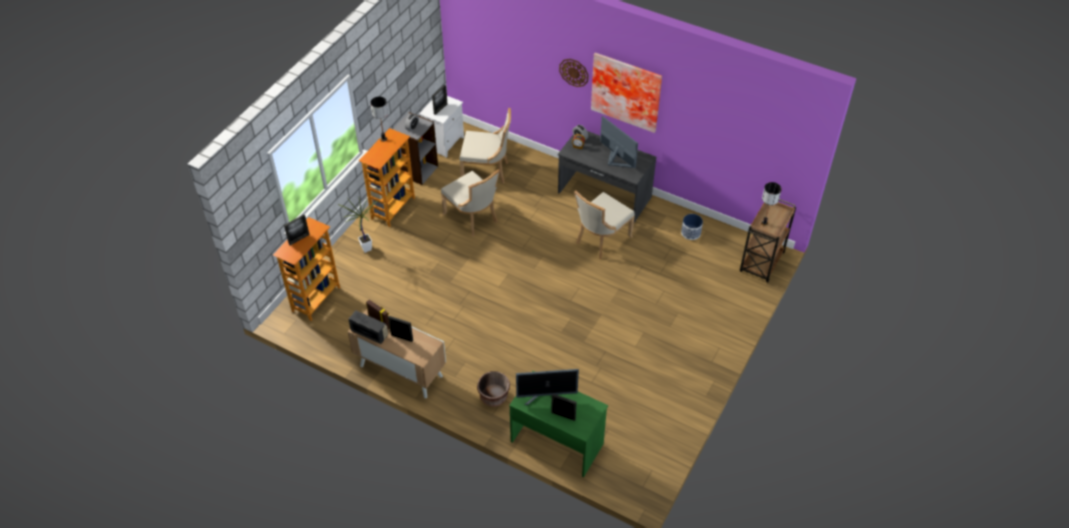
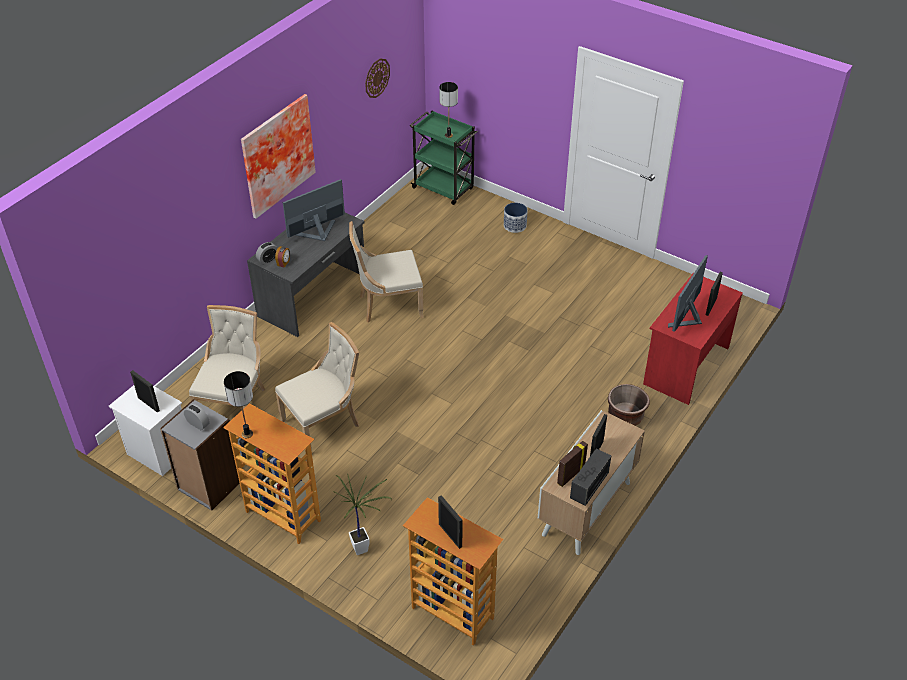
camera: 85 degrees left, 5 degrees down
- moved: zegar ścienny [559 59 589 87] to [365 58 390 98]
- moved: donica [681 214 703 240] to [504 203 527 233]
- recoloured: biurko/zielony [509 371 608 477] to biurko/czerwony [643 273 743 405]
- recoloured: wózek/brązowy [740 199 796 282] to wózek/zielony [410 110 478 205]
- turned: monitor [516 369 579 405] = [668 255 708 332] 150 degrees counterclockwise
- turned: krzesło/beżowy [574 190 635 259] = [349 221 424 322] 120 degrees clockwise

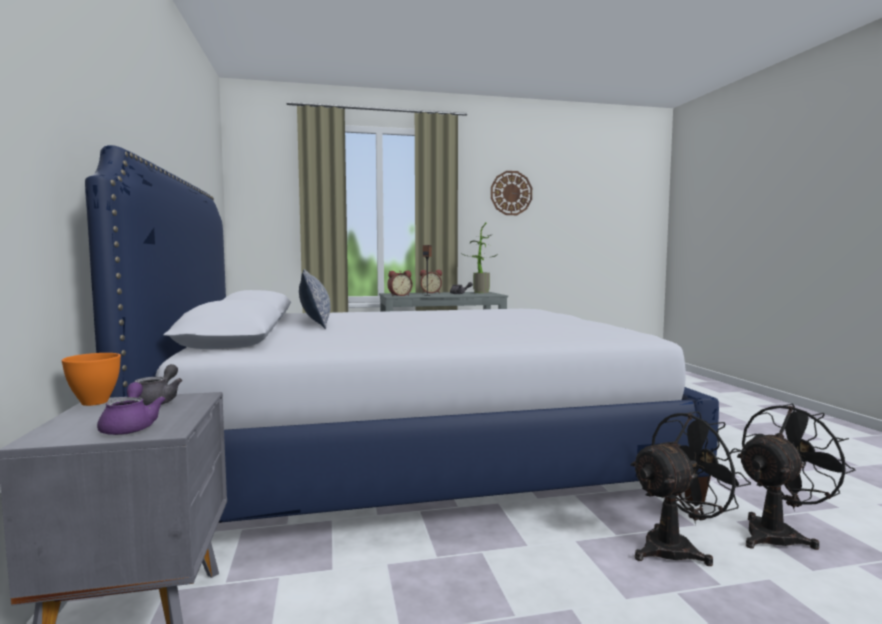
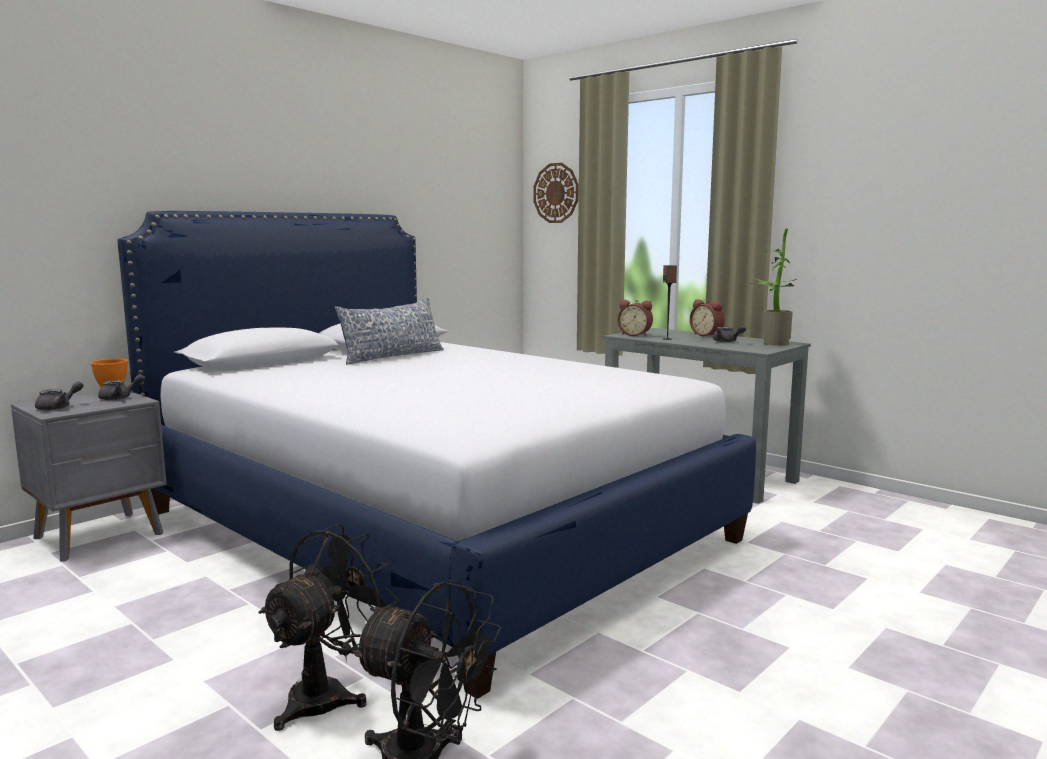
camera: 55 degrees right, 5 degrees up
- moved: zegar ścienny [491 171 532 215] to [533 163 579 223]
- recoloured: imbryk/fioletowy [97 382 165 435] to imbryk/szary [35 381 83 411]
- turned: wentylator/czarny [630 411 751 566] = [258 523 399 731] 90 degrees counterclockwise

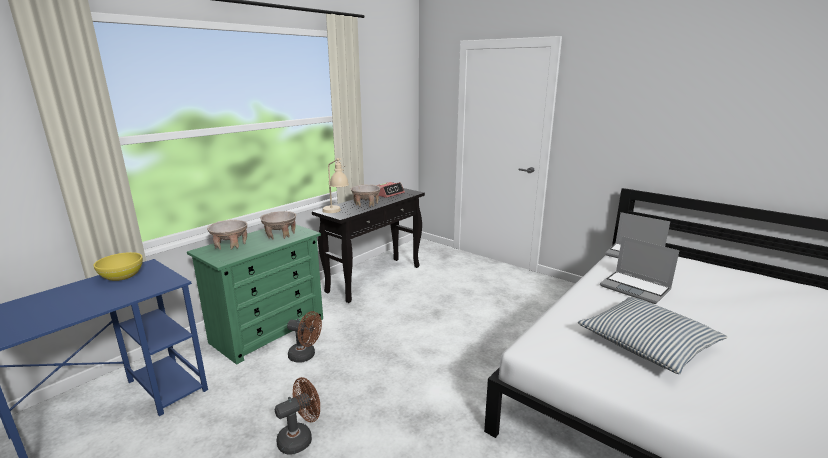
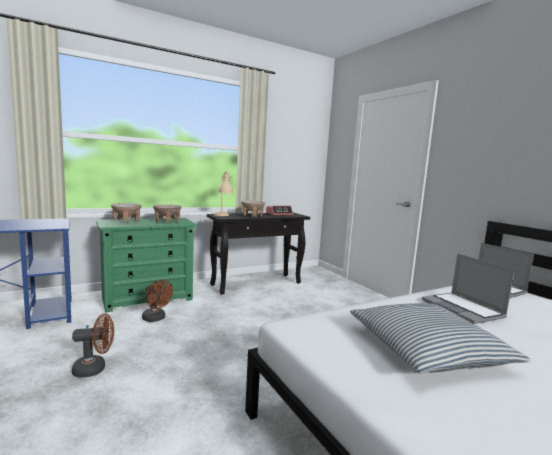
camera: 20 degrees right, 10 degrees down
- removed: miska/żółty [93 252 143 281]

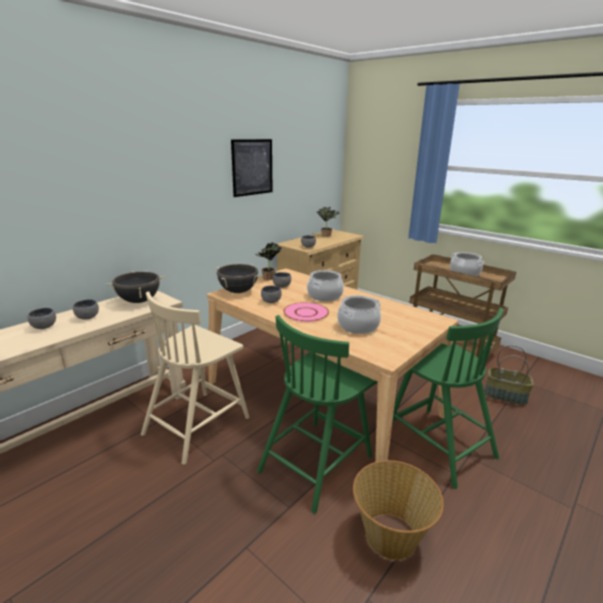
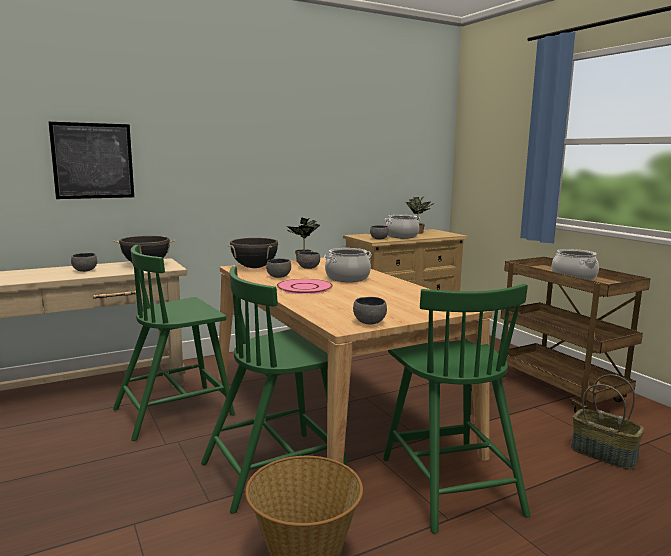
camera: 20 degrees right, 10 degrees down
- moved: miska/szary [28 308 56 329] to [353 297 387 324]
- moved: obraz [231 139 273 197] to [49 122 134 199]
- moved: garnek [337 295 381 334] to [384 215 421 238]
- recoloured: krzesło/beżowy [141 292 249 465] to krzesło/zielony [113 245 235 441]

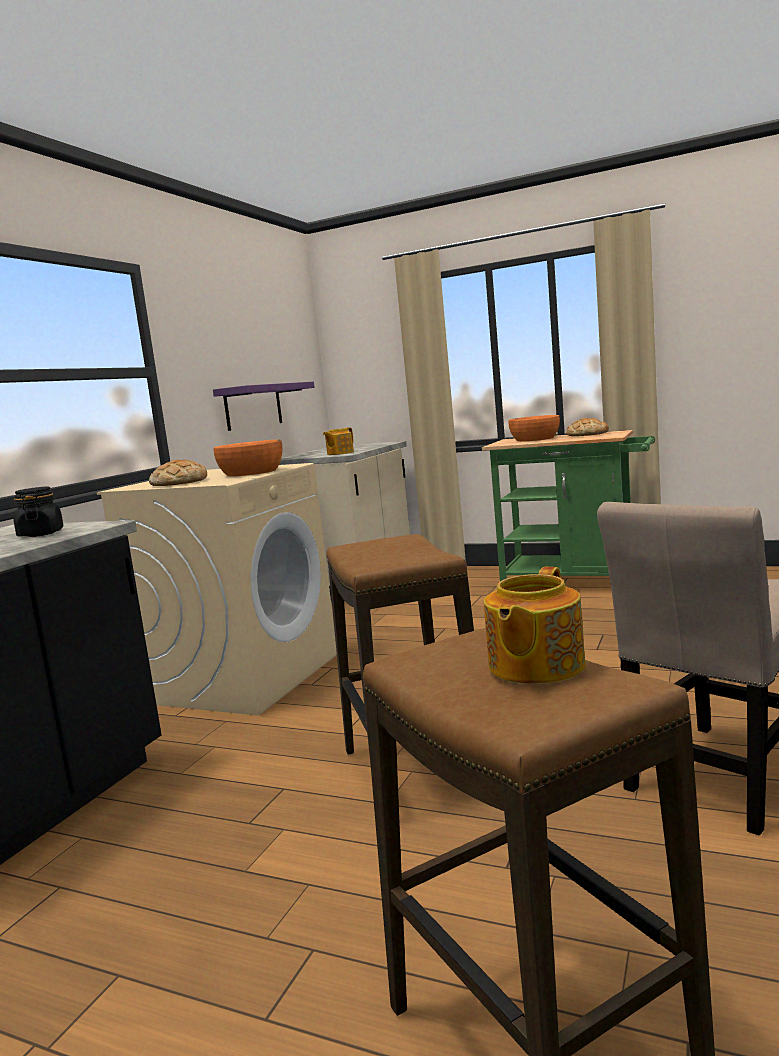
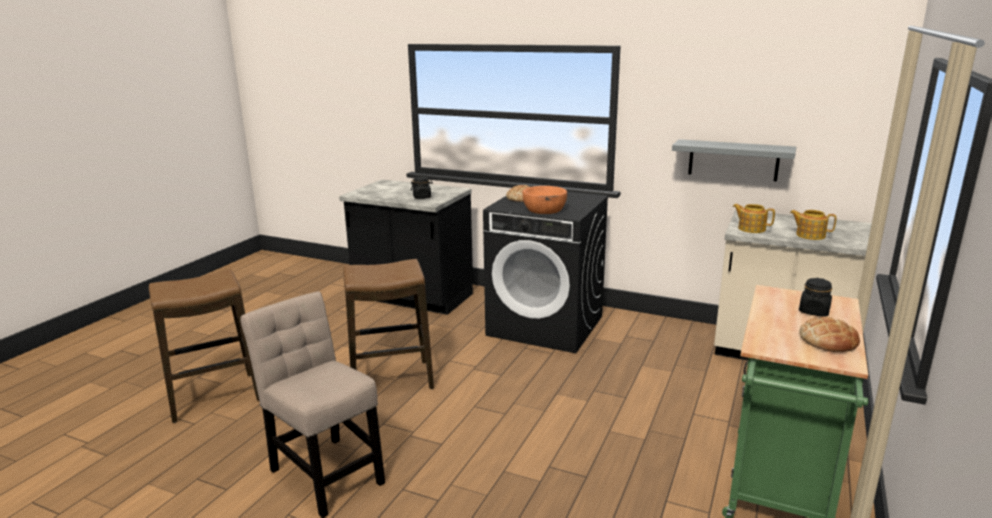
camera: 90 degrees right, 10 degrees up
- moved: imbryk [484 567 586 684] to [790 210 837 240]
- replaced: miska/pomarańczowy [508 415 560 441] to słoik/czarny [799 278 832 317]
- recoloured: pralka/beżowy [97 463 337 716] to pralka/czarny [483 191 609 353]
- recoloured: półka/fioletowy [213 382 315 431] to półka/szary [672 139 796 181]

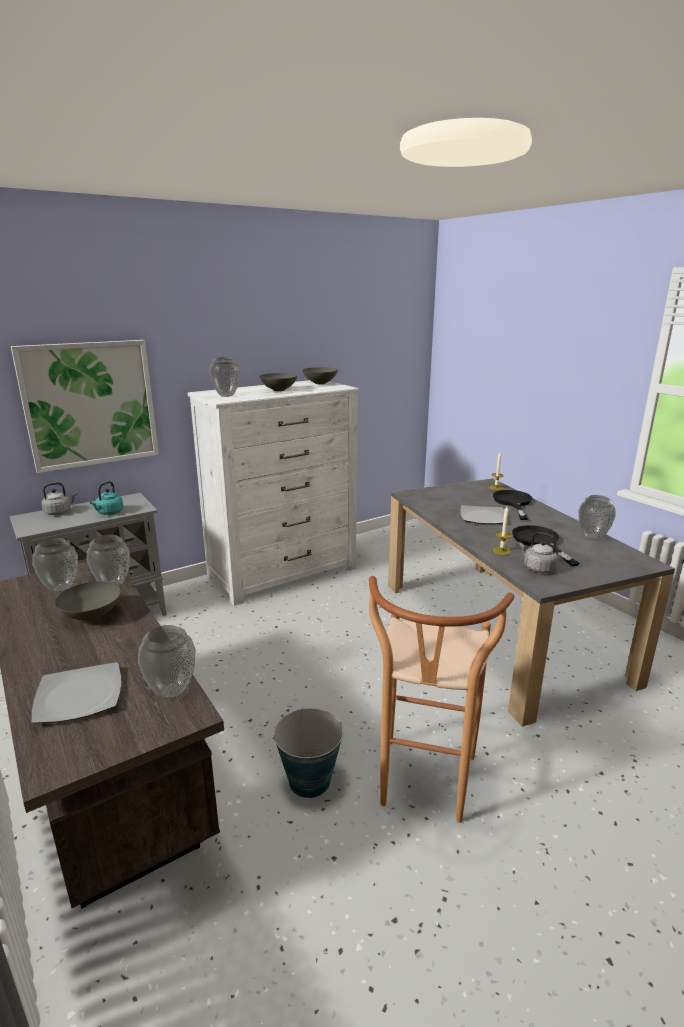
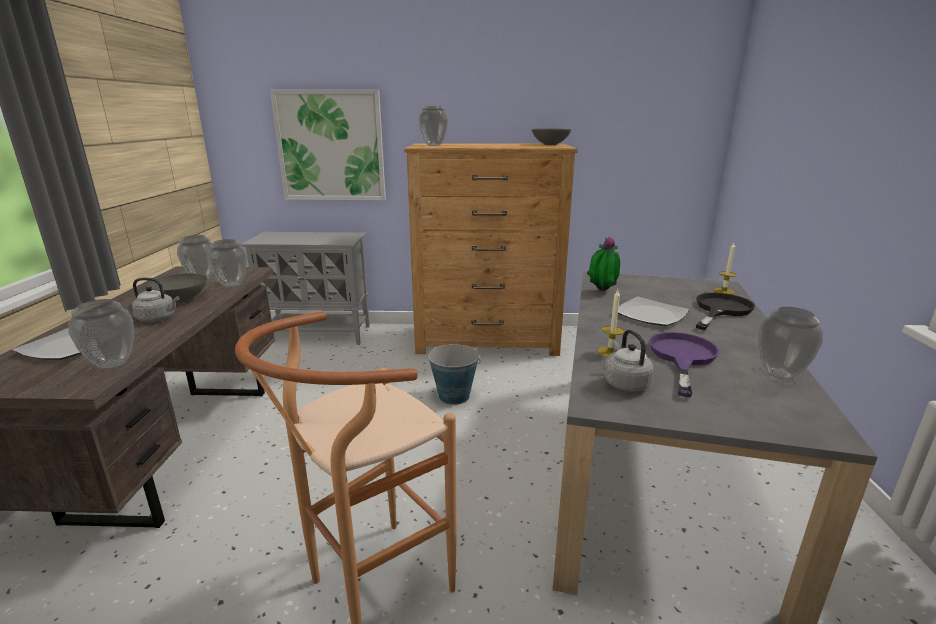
camera: 35 degrees right, 0 degrees up
- removed: czajnik/turkusowy [90 481 123 515]
- removed: miska/szary [259 373 298 391]
- added: roślina doniczkowa [587 237 620 291]
- moved: czajnik/szary [42 482 77 515] to [132 278 179 322]
- moved: wiadro [272 708 343 798] to [428 344 481 405]
- recoloured: komoda/biały [188 380 359 606] to komoda/brązowy [404 143 578 356]
- recoloured: patelnia/czarny [512 525 579 566] to patelnia/fioletowy [649 332 719 397]

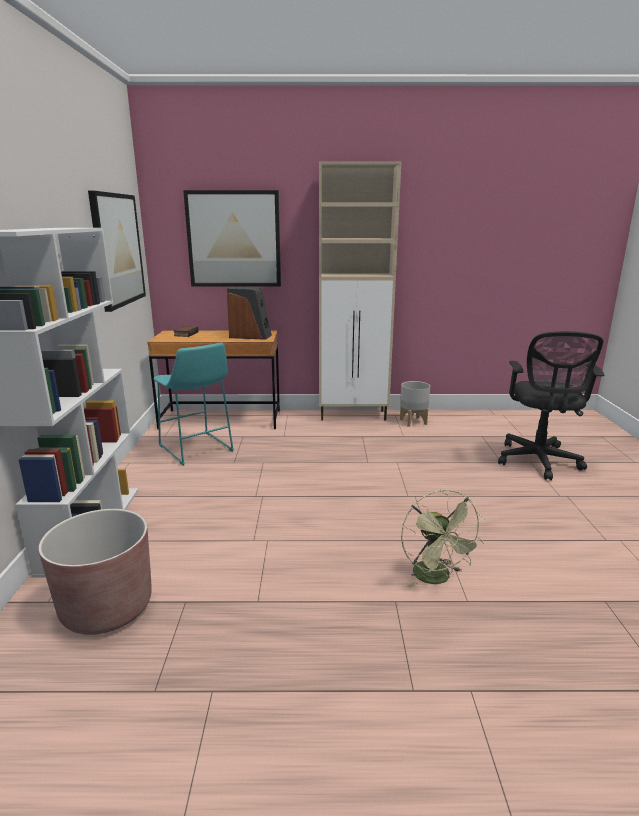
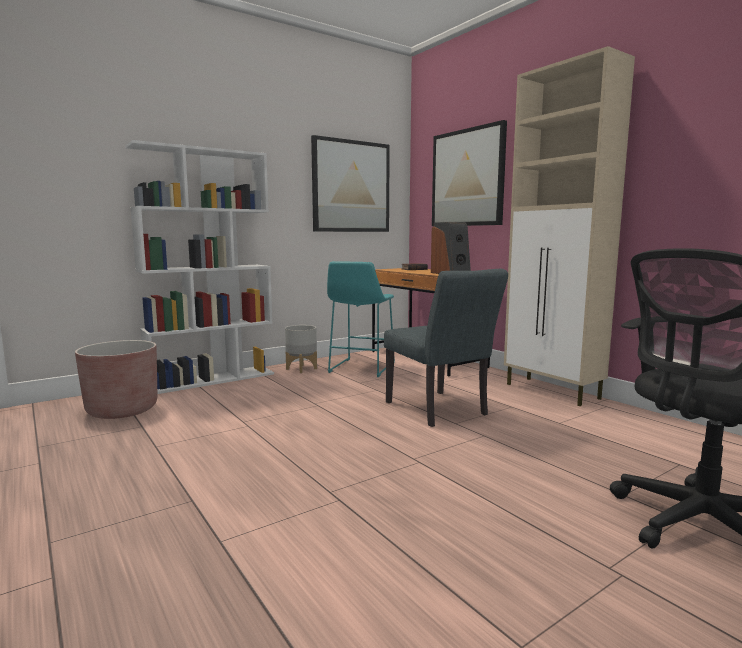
camera: 55 degrees right, 10 degrees down
- removed: wentylator/zielony [401 489 485 588]
- added: krzesło/szary [384 269 508 427]
- moved: donica/szary [400 381 430 427] to [285 325 317 373]

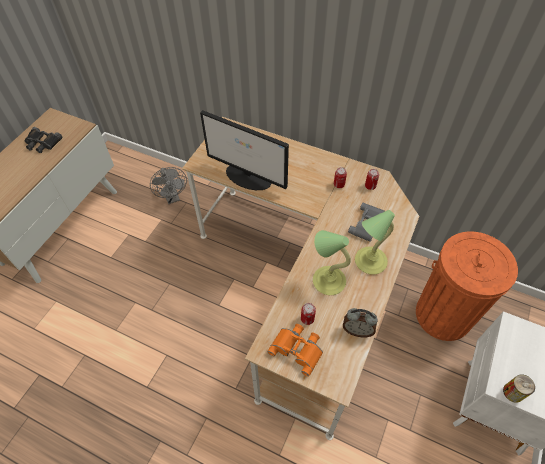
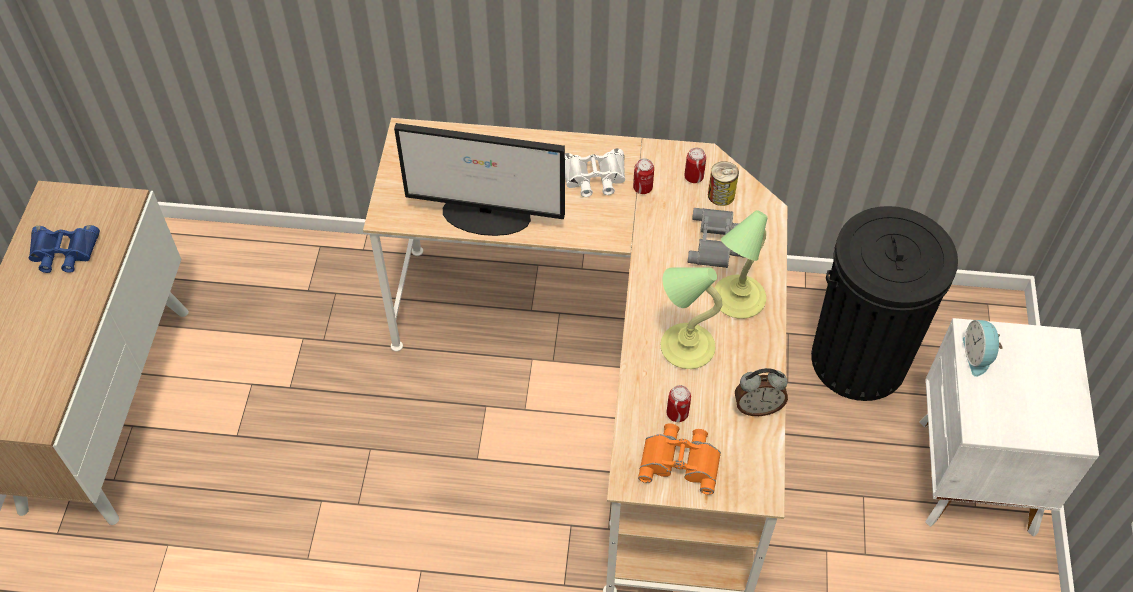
camera: 20 degrees left, 0 degrees up
- removed: wentylator/szary [150 167 187 204]
- added: lornetka/biały [565 149 625 197]
- added: budzik [963 320 1003 377]
- moved: puszka [503 374 535 403] to [708 161 739 206]
- recoloured: lornetka/czarny [24 127 63 153] to lornetka/niebieski [29 225 100 273]
- recoloured: kosz na śmieci/pomarańczowy [416 231 518 341] to kosz na śmieci/czarny [811 206 958 401]

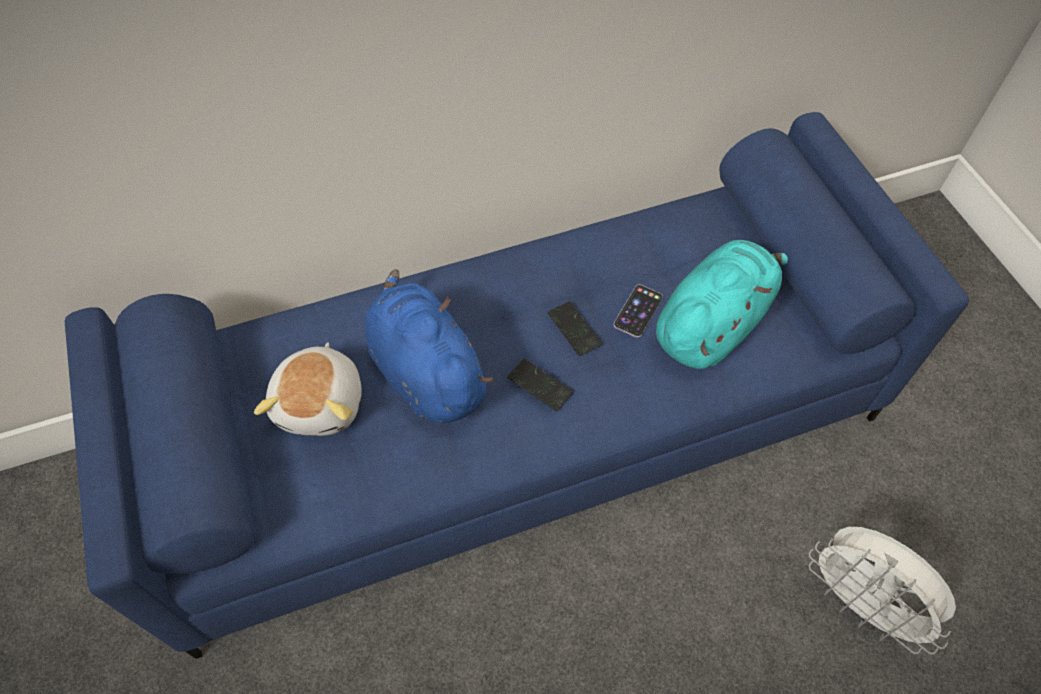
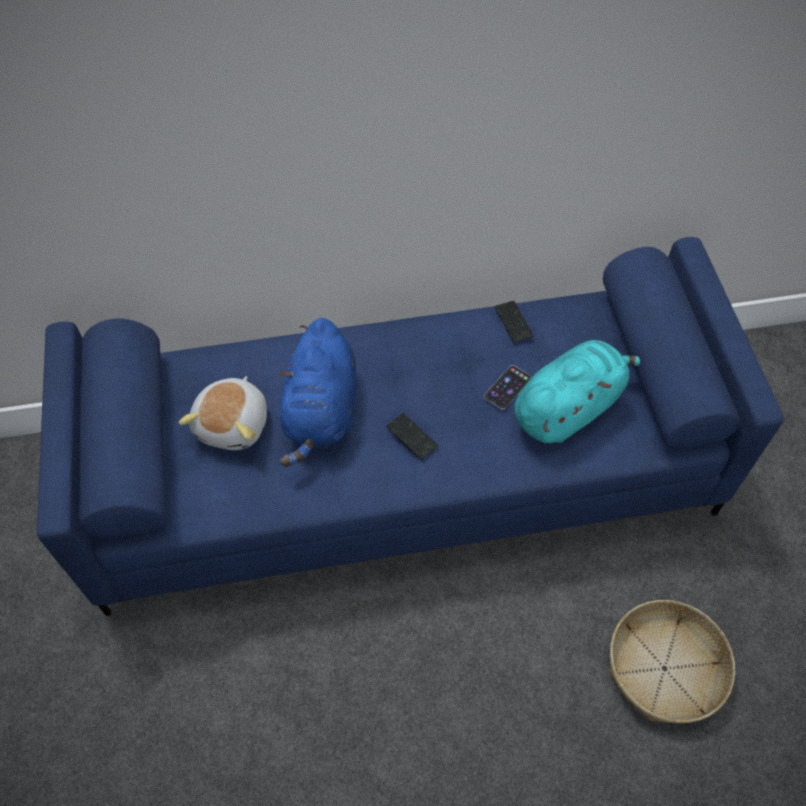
camera: 10 degrees right, 0 degrees up
- moved: telefon [548 301 602 356] to [495 301 533 343]
- replaced: wentylator/biały [809 527 956 655] to koszyk [610 600 735 723]
- turned: pluszak/niebieski [365 269 494 424] = [279 318 356 467] 150 degrees counterclockwise

